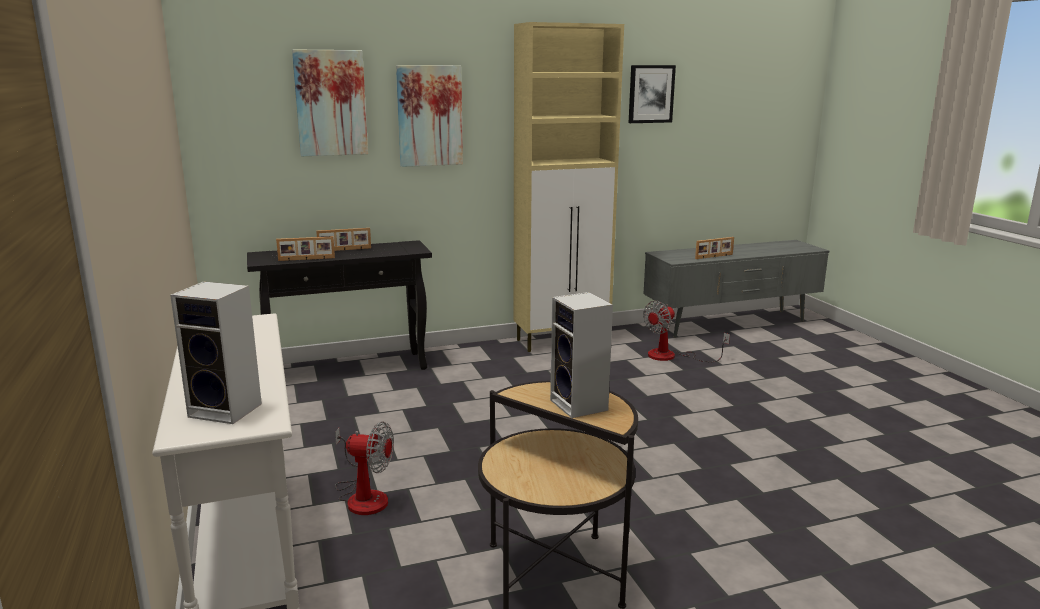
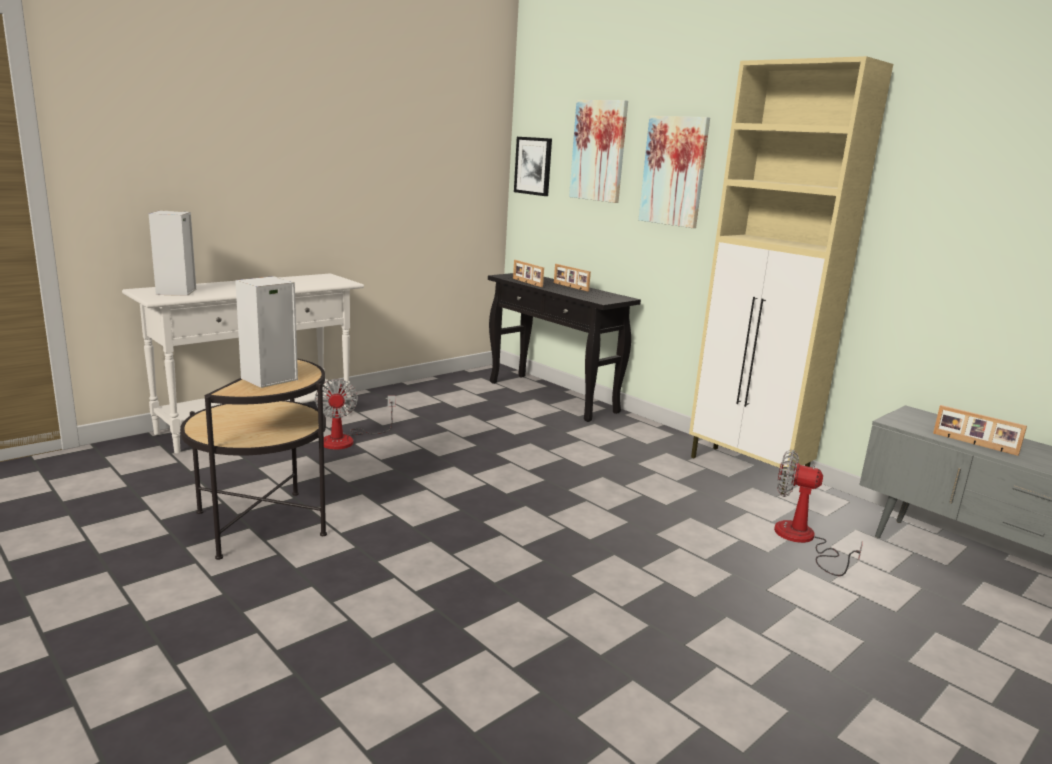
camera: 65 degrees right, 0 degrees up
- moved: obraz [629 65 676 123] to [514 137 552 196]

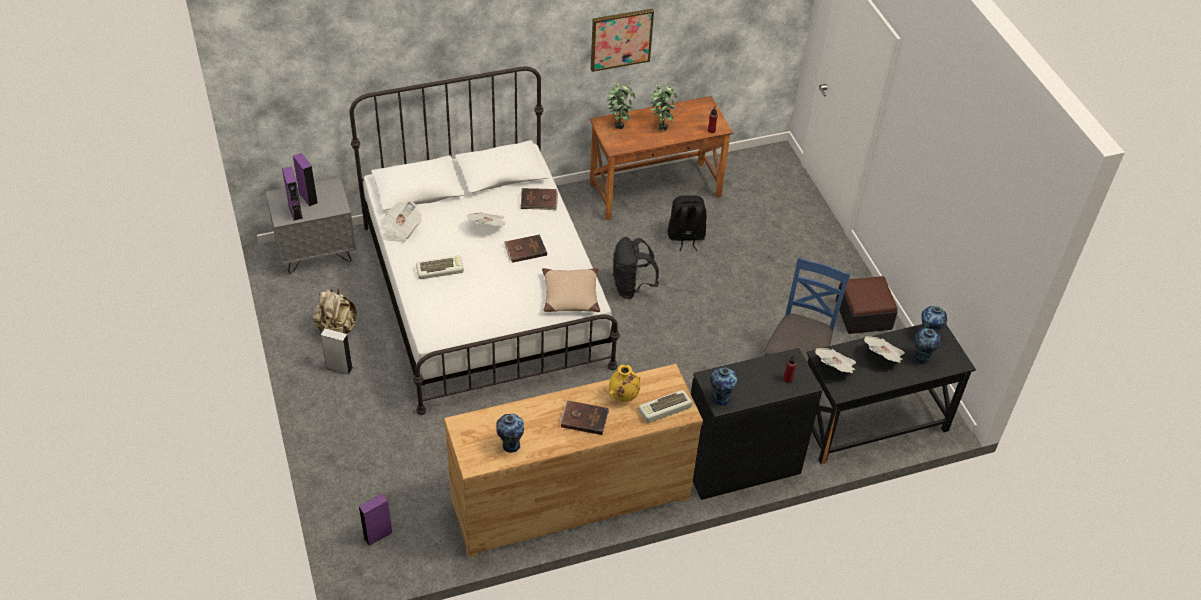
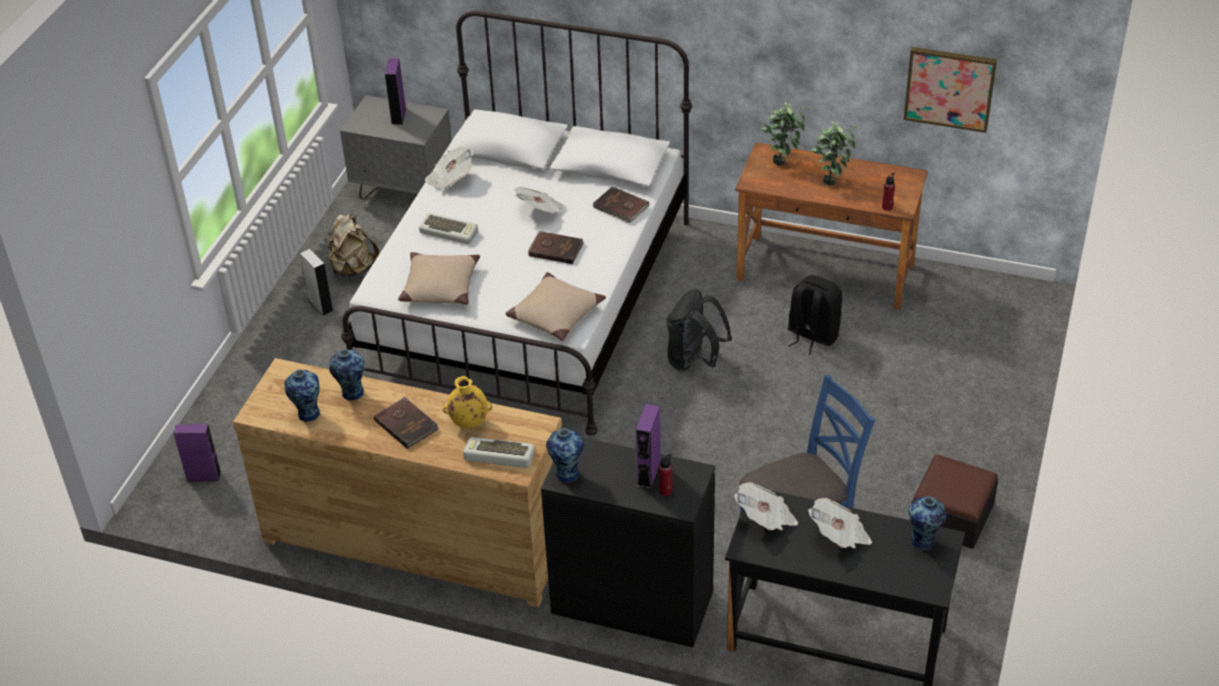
camera: 40 degrees right, 5 degrees down
- added: poduszka/beżowy [398 252 480 305]
- moved: głośnik/fioletowy [282 167 303 221] to [636 404 661 489]
- moved: obraz [591 8 654 72] to [904 47 997 133]
- moved: wazon [914 328 940 364] to [329 349 364 401]

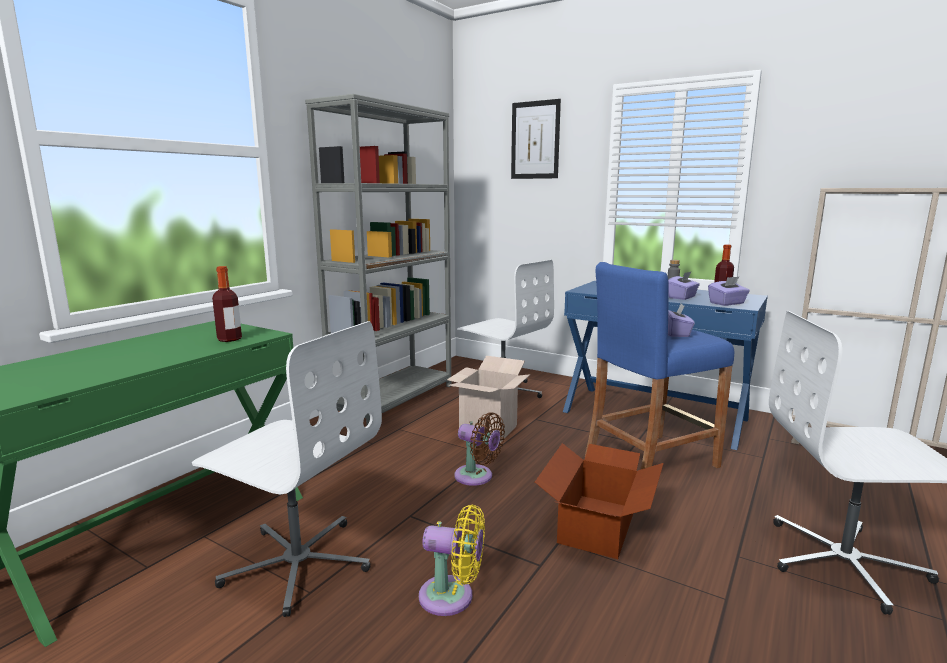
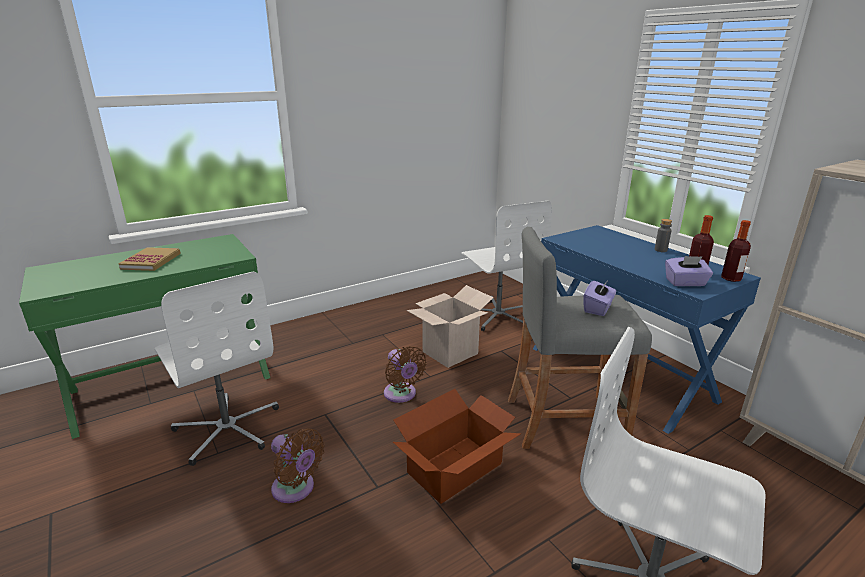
camera: 25 degrees right, 10 degrees up
- removed: regał/szary [305 94 451 425]
- removed: obraz [511 99 561 179]
- removed: pudełko chusteczek/fioletowy [668 271 700 300]
- added: książka [119 247 181 271]
- moved: butelka [212 266 242 342] to [721 220 751 282]
- recoloured: wentylator/żółty [419 505 485 616] to wentylator/brązowy [271 428 325 503]
- recoloured: stołek/niebieski [585 262 734 470] to stołek/szary [508 227 652 449]

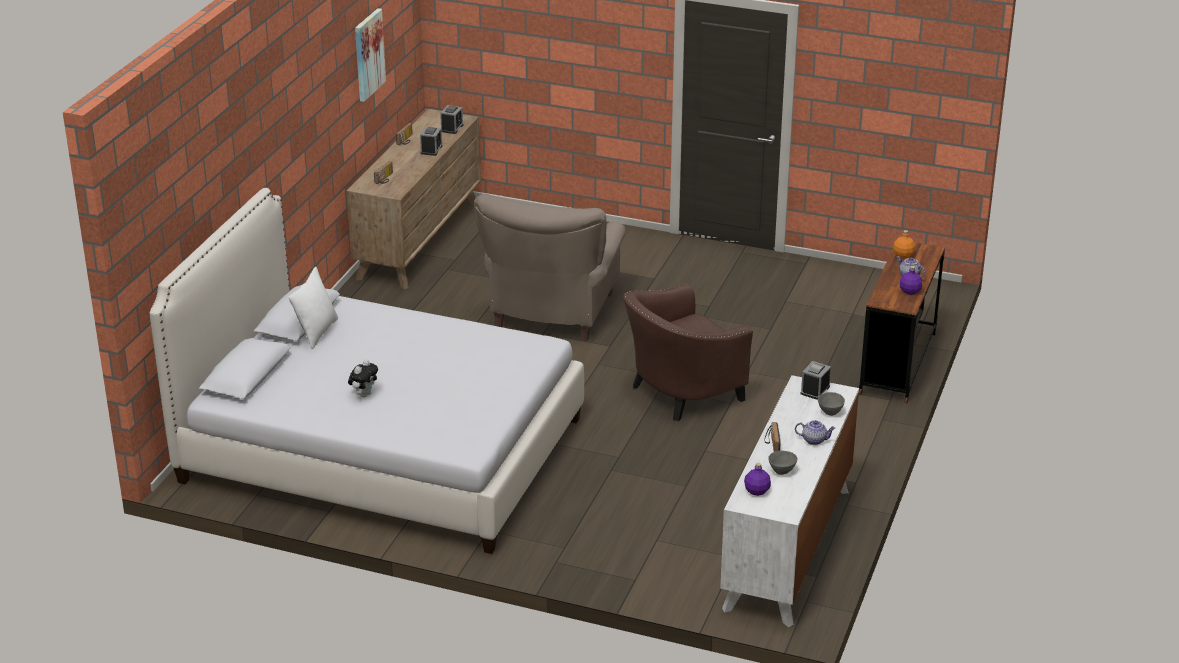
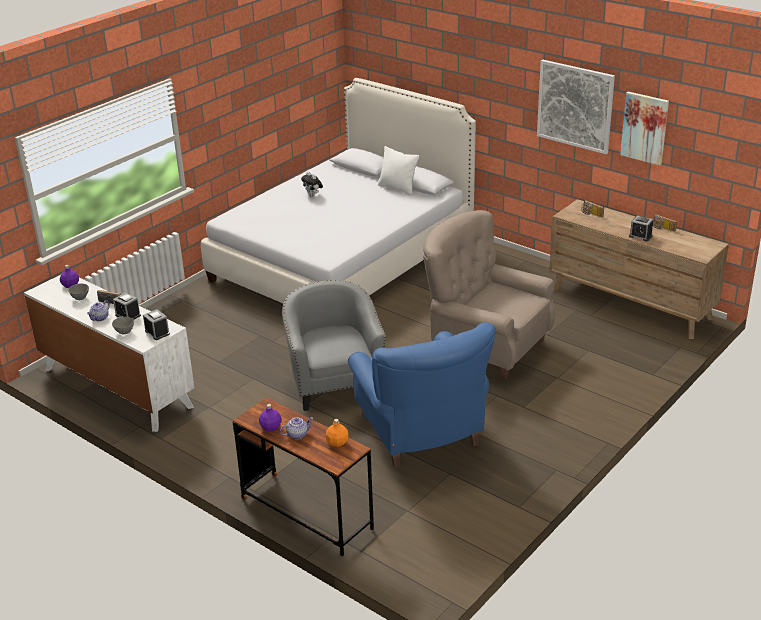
camera: 110 degrees right, 0 degrees up
- added: fotel/niebieski [348 322 496 468]
- added: obraz [537 60 615 154]
- moved: budzik [440 105 463 134] to [113 292 141 320]
- recoloured: fotel/brązowy [623 283 753 421] to fotel/szary [282 280 386 411]

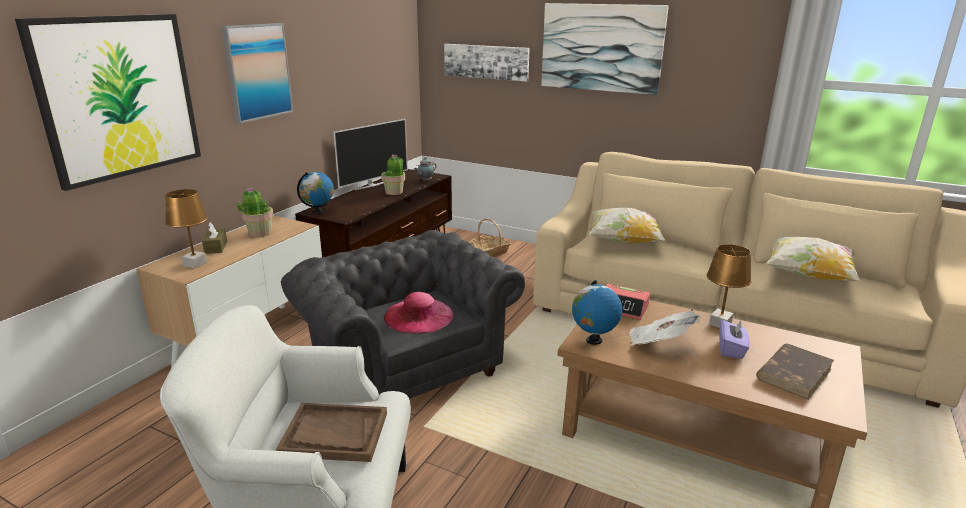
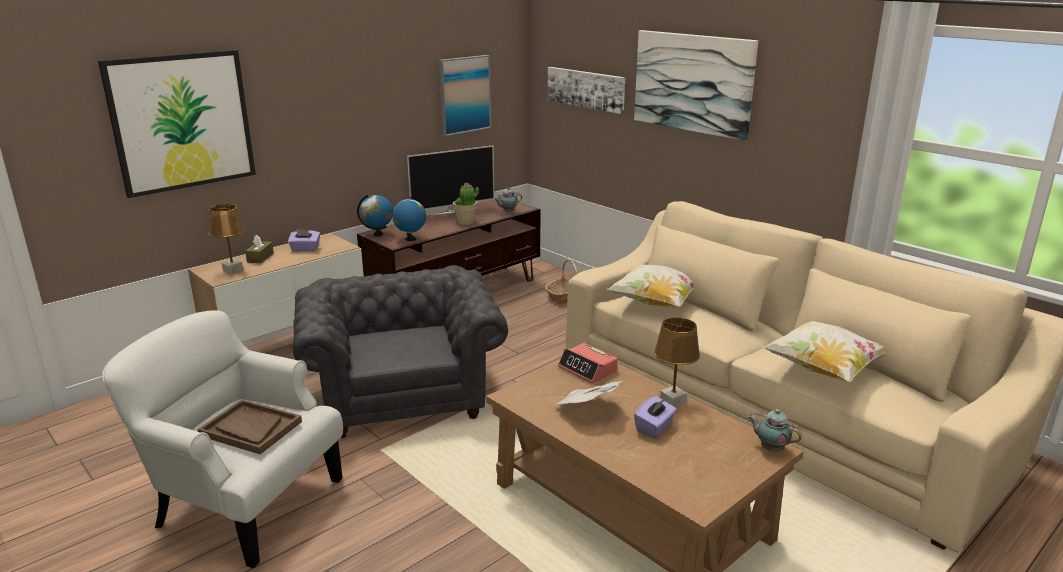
camera: 20 degrees right, 0 degrees up
- removed: kapelusz/różowy [384 292 453 334]
- removed: książka/brązowy [756 344 834 400]
- added: imbryk [748 409 802 452]
- moved: obraz [221 23 293 123] to [439 55 491 136]
- moved: globus [572 280 622 345] to [392 196 426 241]
- replaced: roślina doniczkowa [237 187 274 237] to pudełko chusteczek/fioletowy [288 229 320 252]

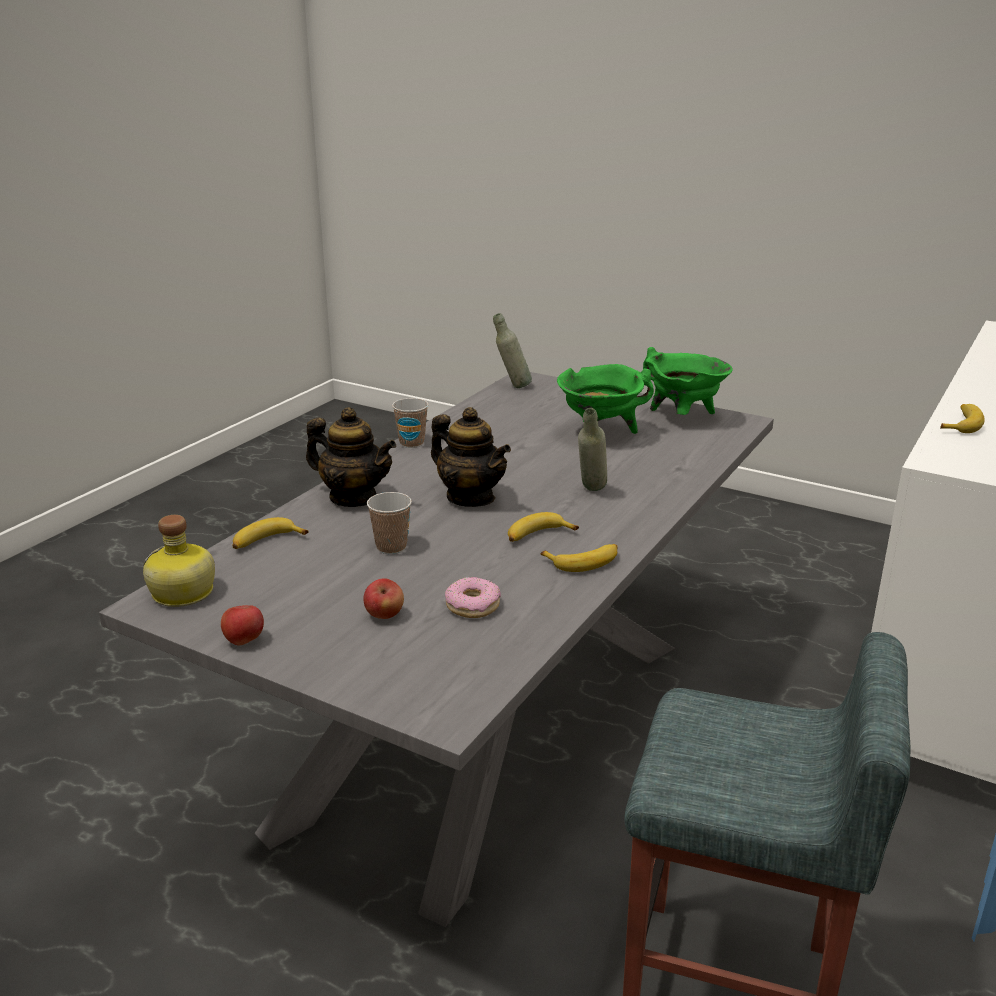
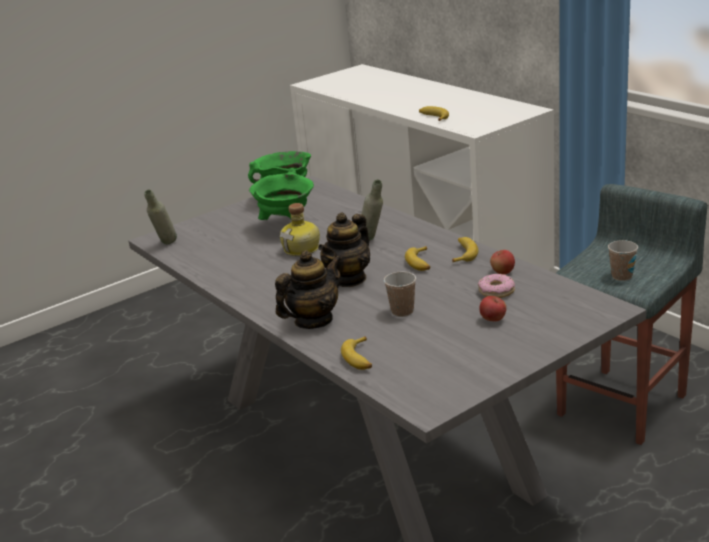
camera: 65 degrees left, 0 degrees up
- moved: butelka [143 515 215 607] to [280 203 320 256]
- moved: jabłko [221 605 264 645] to [490 250 515 274]
- moved: filiżanka [392 398 429 448] to [608 240 638 281]
- turned: imbryk [431 407 511 507] = [318 212 370 287] 150 degrees clockwise

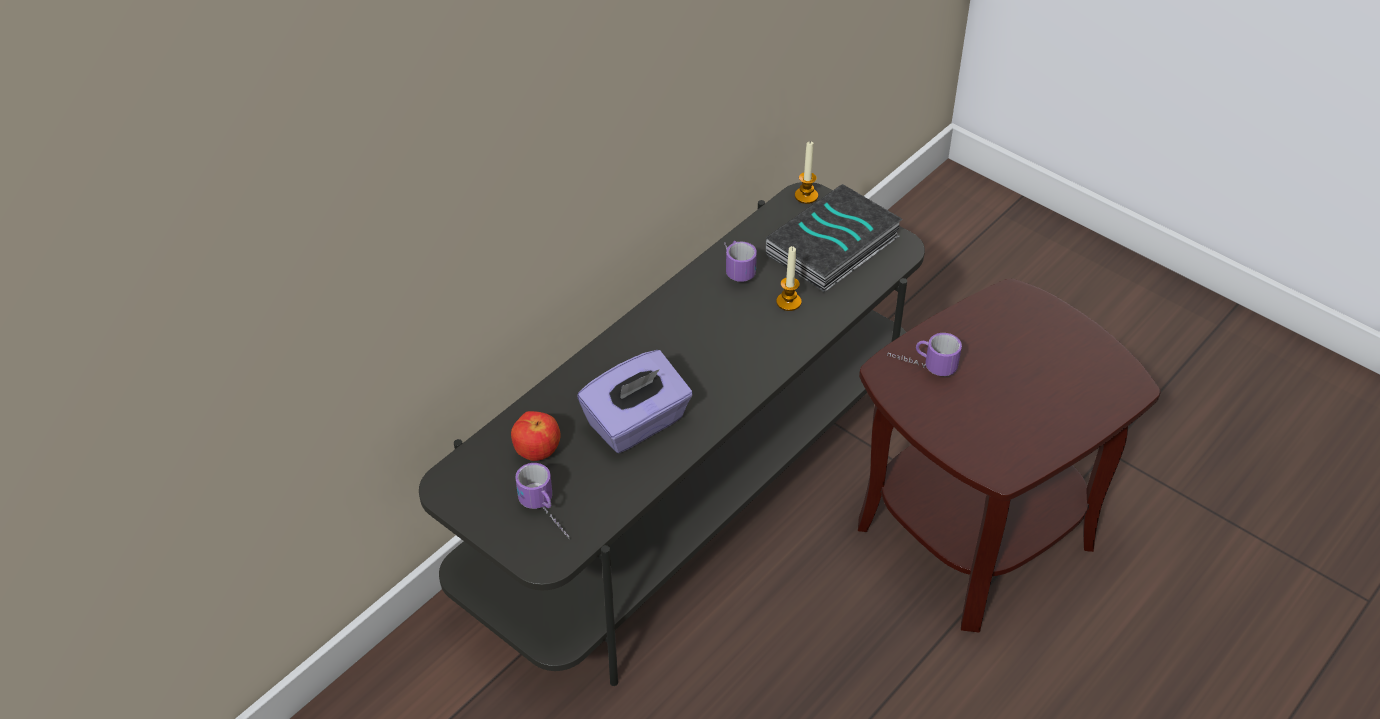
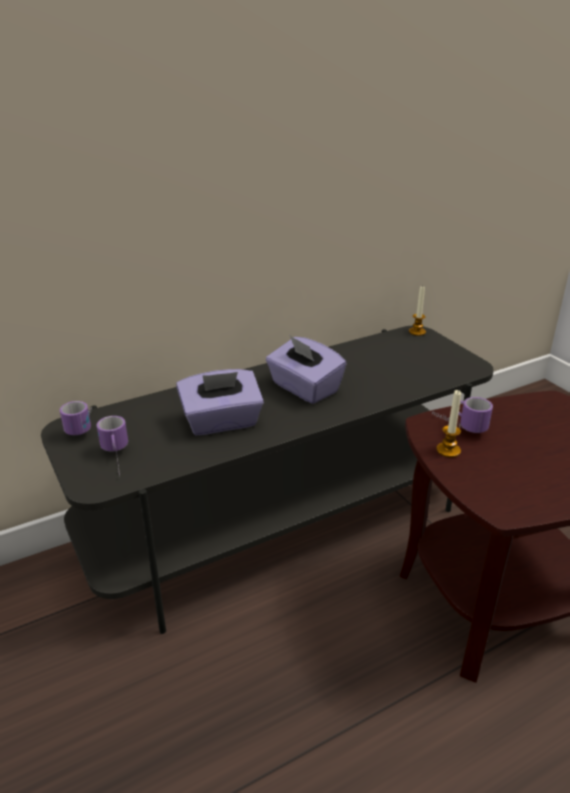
camera: 20 degrees right, 15 degrees down
- removed: jabłko [511 411 561 461]
- removed: książka [766 184 903 292]
- added: pudełko chusteczek/fioletowy [266 335 347 404]
- moved: kubek [724 241 757 282] to [60 401 92 435]
- moved: świeca [776 246 802 311] to [436 390 461 458]

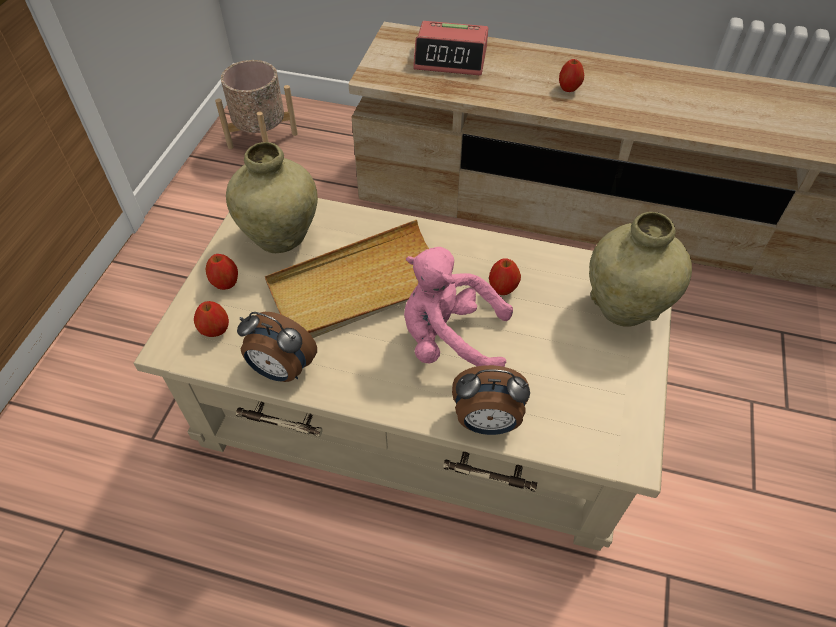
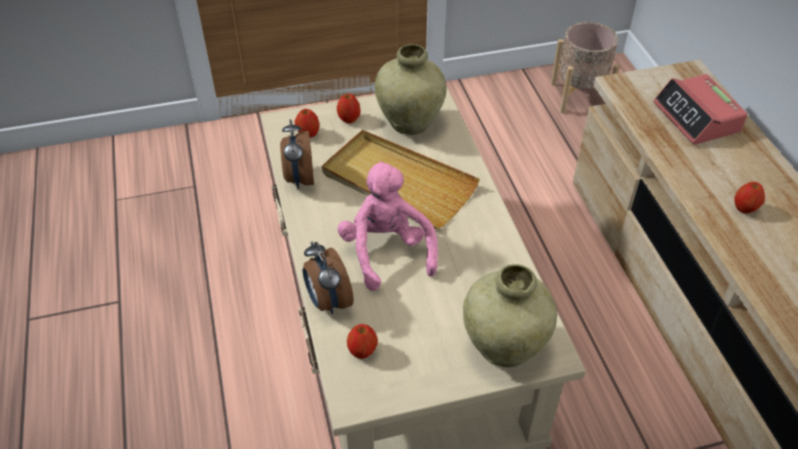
camera: 60 degrees right, 5 degrees down
- moved: jabłko [489 258 521 295] to [347 324 378 359]

